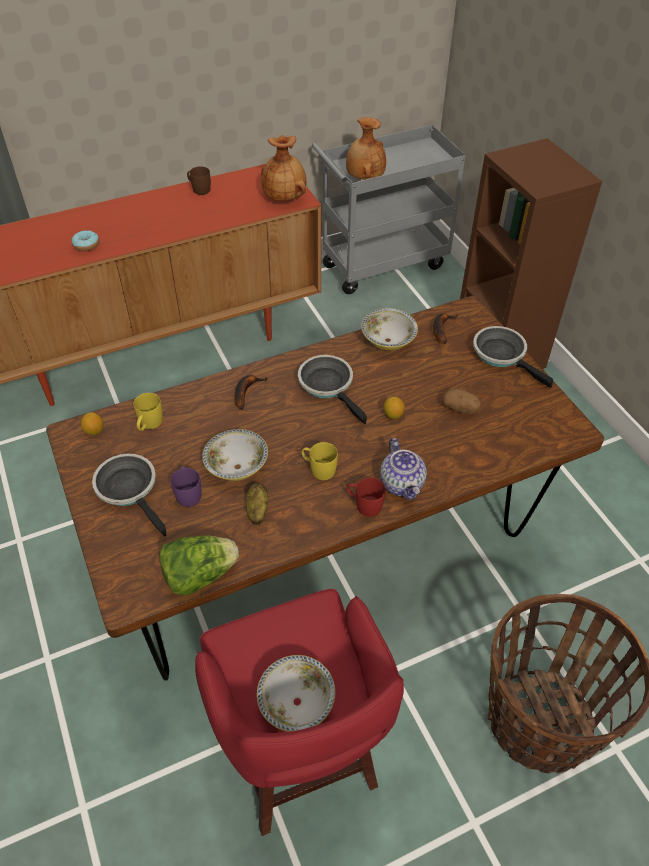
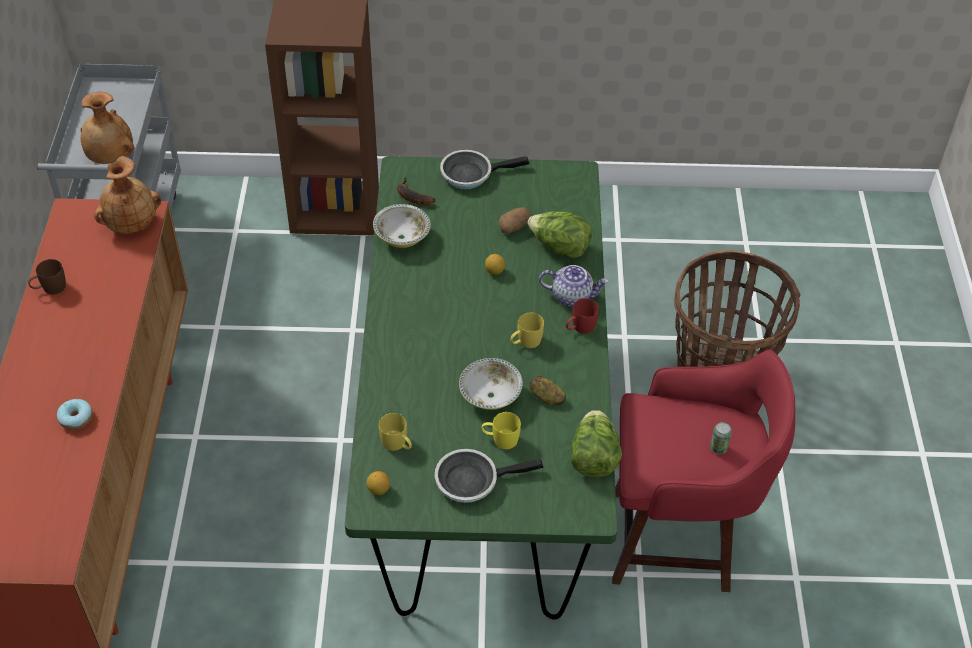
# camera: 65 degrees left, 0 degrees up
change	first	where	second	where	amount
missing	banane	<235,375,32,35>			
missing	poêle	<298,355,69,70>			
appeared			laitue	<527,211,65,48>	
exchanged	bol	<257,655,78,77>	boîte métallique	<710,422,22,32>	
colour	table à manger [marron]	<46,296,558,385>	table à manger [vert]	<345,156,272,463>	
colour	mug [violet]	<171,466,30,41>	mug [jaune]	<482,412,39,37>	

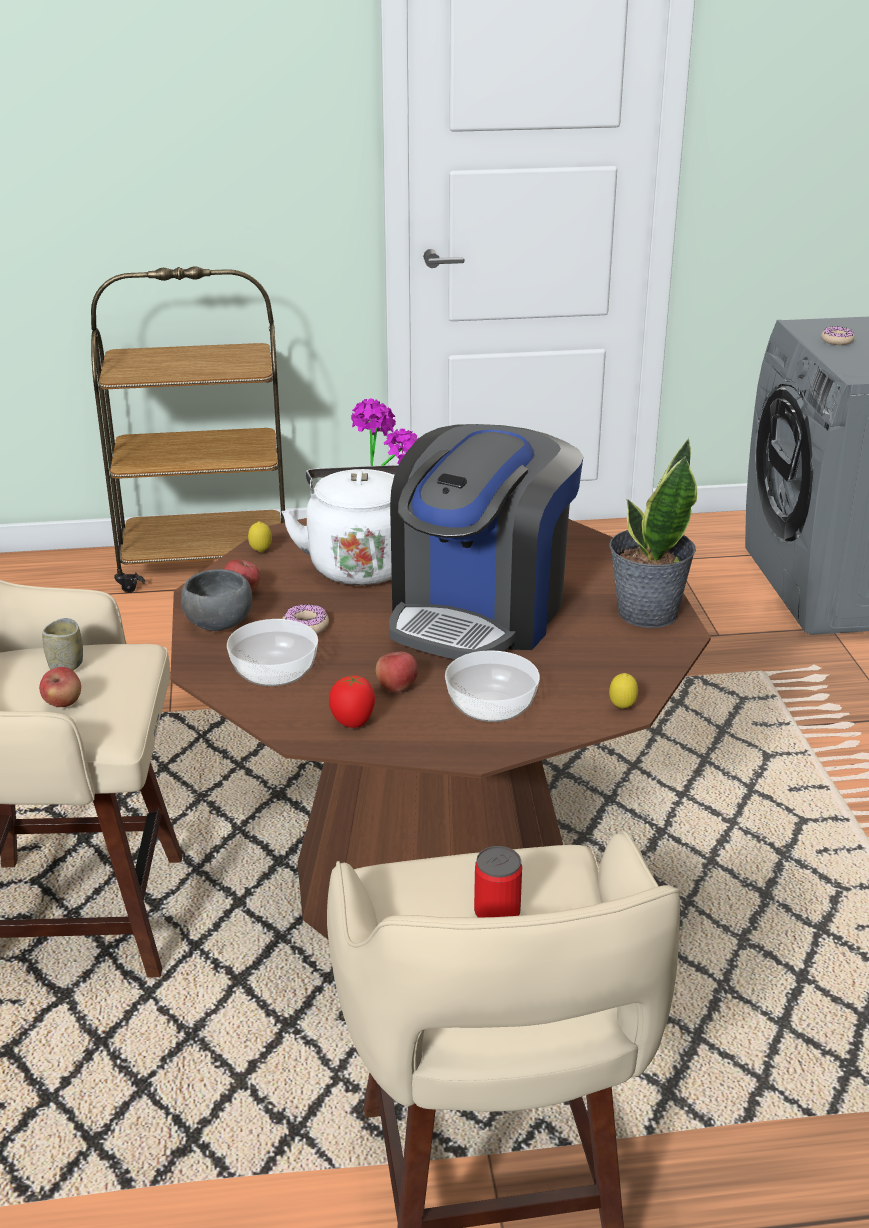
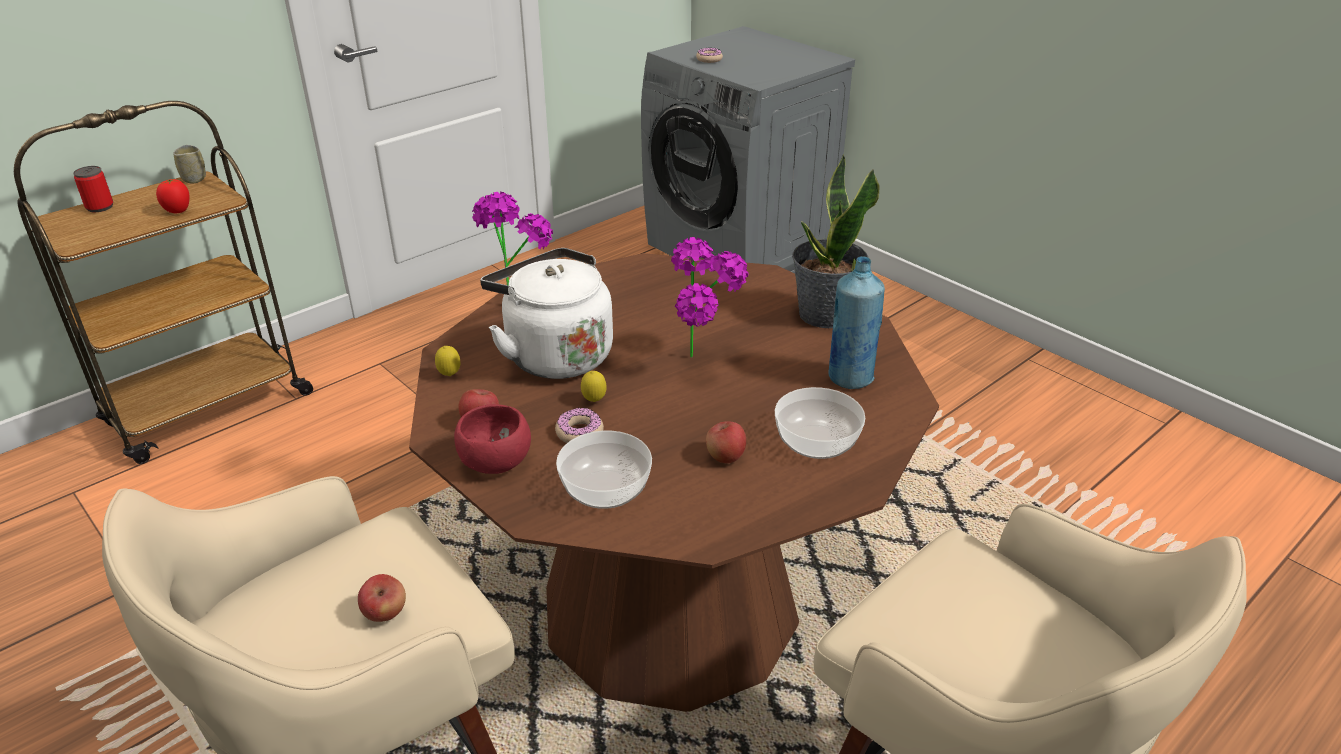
# camera: 35 degrees left, 5 degrees up
change	first	where	second	where	amount
appeared			bouteille [bleu]	<828,256,57,133>	
relocated	tasse	<42,618,41,52>		<174,145,32,39>	
relocated	tomate	<329,675,46,53>		<156,179,34,34>	
relocated	boîte métallique	<474,846,48,71>		<73,166,40,46>	
relocated	citron	<609,673,29,36>		<581,371,25,31>	
exchanged	machine à café	<389,424,194,235>	plante en pot	<671,237,78,121>	
colour	bol [gris]	<181,569,71,62>	bol [rouge]	<454,404,77,70>	

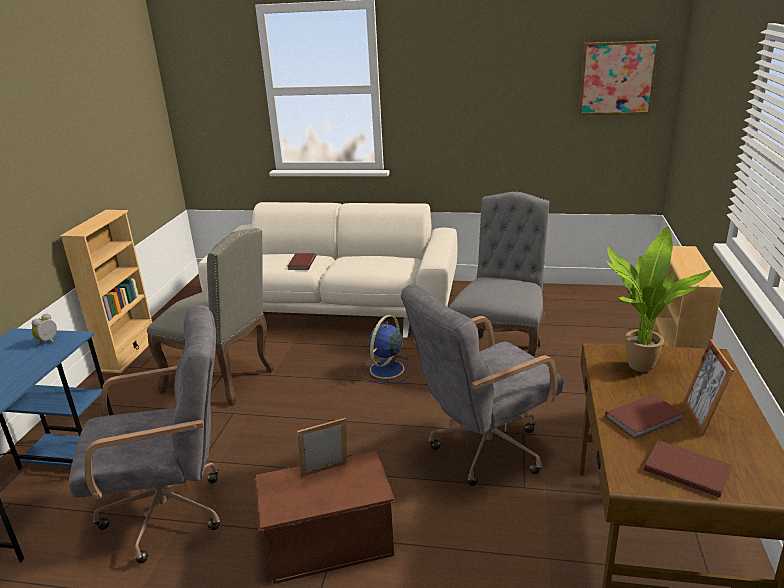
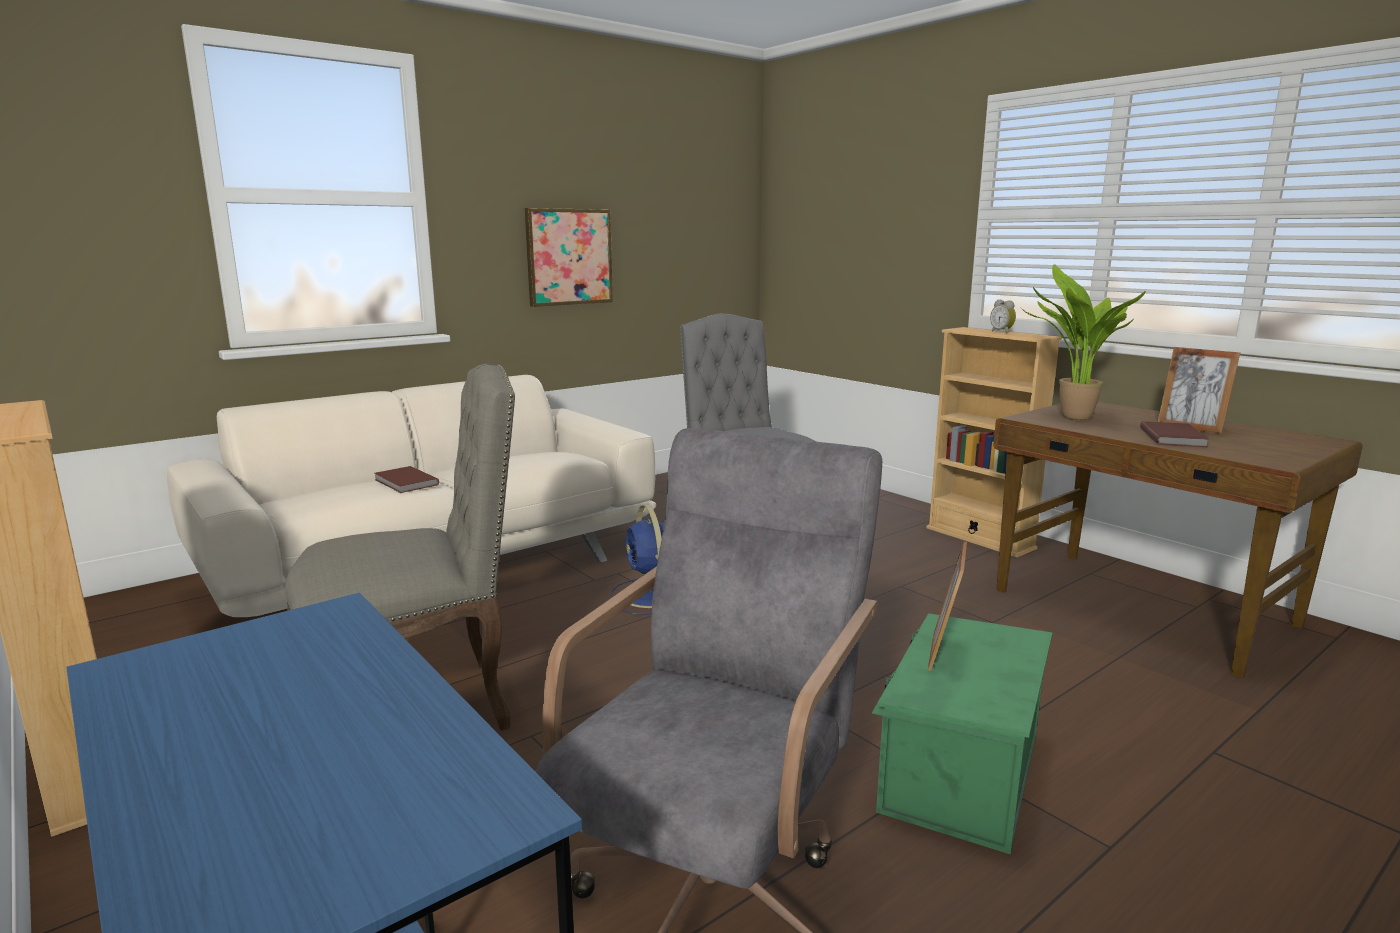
# camera: 50 degrees left, 10 degrees down
change	first	where	second	where	amount
missing	chaise de bureau [gris]	<401,284,163,202>			
missing	livre [marron]	<644,440,88,58>			
relocated	réveil	<31,313,26,33>		<990,299,26,35>	
relocated	tableau	<579,40,80,75>		<525,208,88,99>	
colour	boîte de rangement [marron]	<254,451,142,133>	boîte de rangement [vert]	<872,613,180,241>	

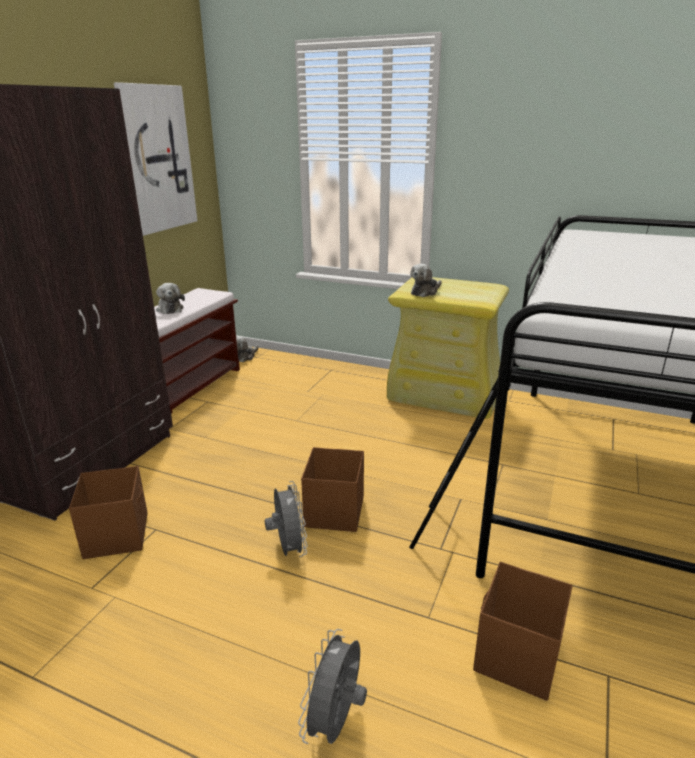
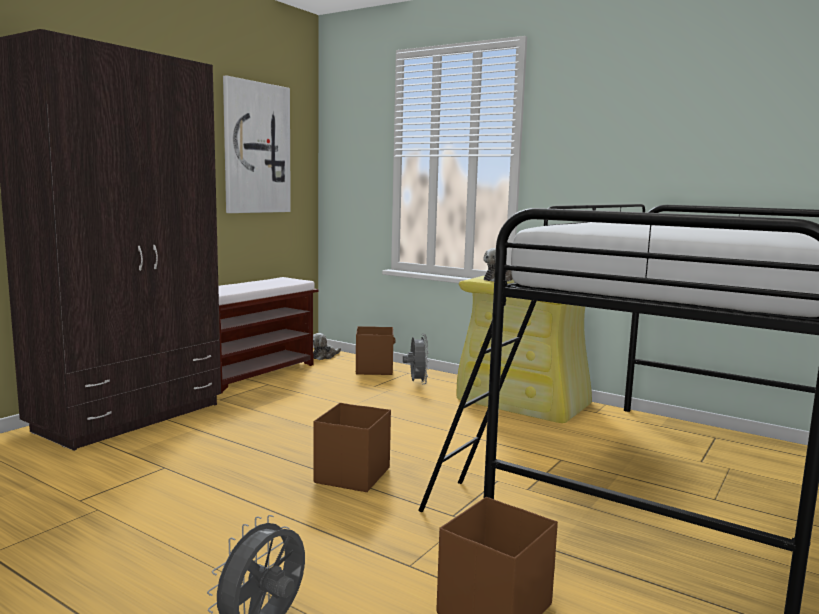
# camera: 10 degrees right, 15 degrees down
change	first	where	second	where	amount
missing	peluche	<156,283,29,31>			
relocated	boîte de rangement [marron]	<69,466,79,93>		<356,326,39,49>	
relocated	ventilateur [gris]	<265,481,43,76>		<403,334,26,50>	

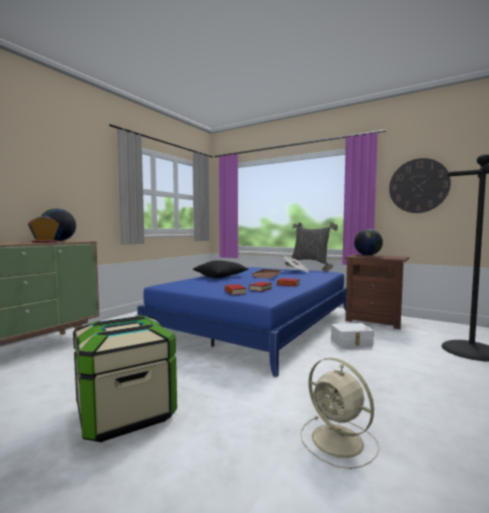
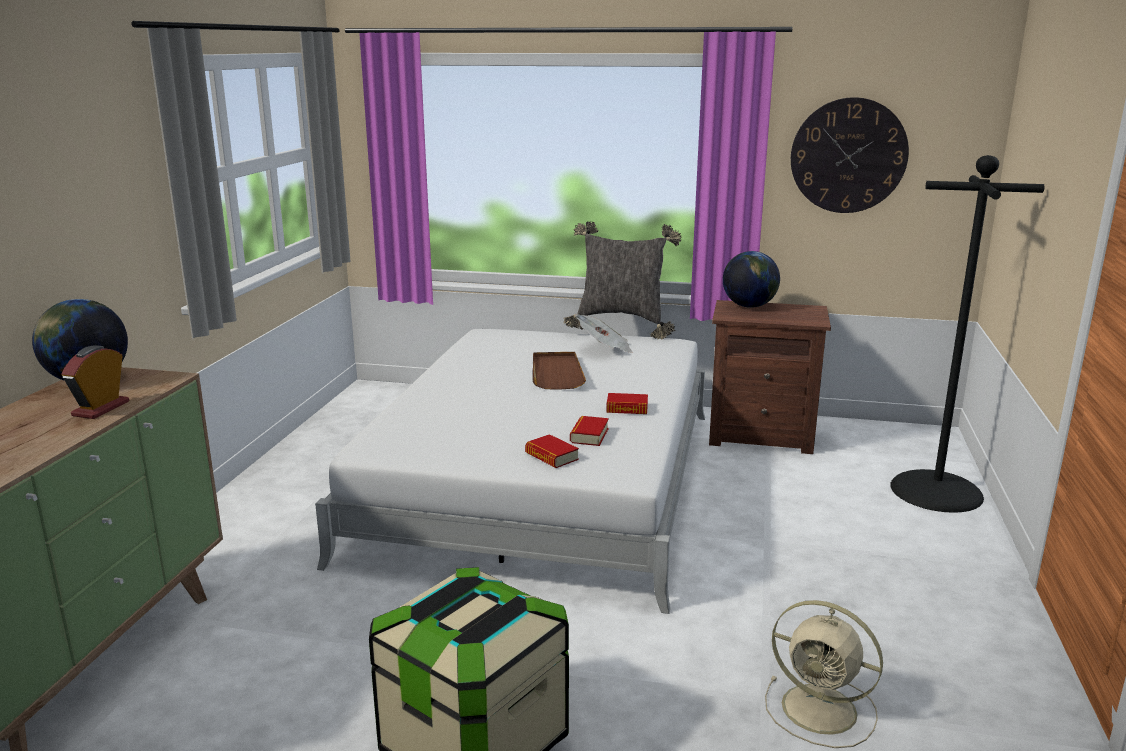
# camera: 20 degrees left, 15 degrees up
change	first	where	second	where	amount
missing	coussin [noir]	<193,260,55,18>			
missing	boîte de rangement [blanc]	<331,323,43,25>			
colour	lit [bleu]	<137,267,209,110>	lit [blanc]	<315,329,390,285>	

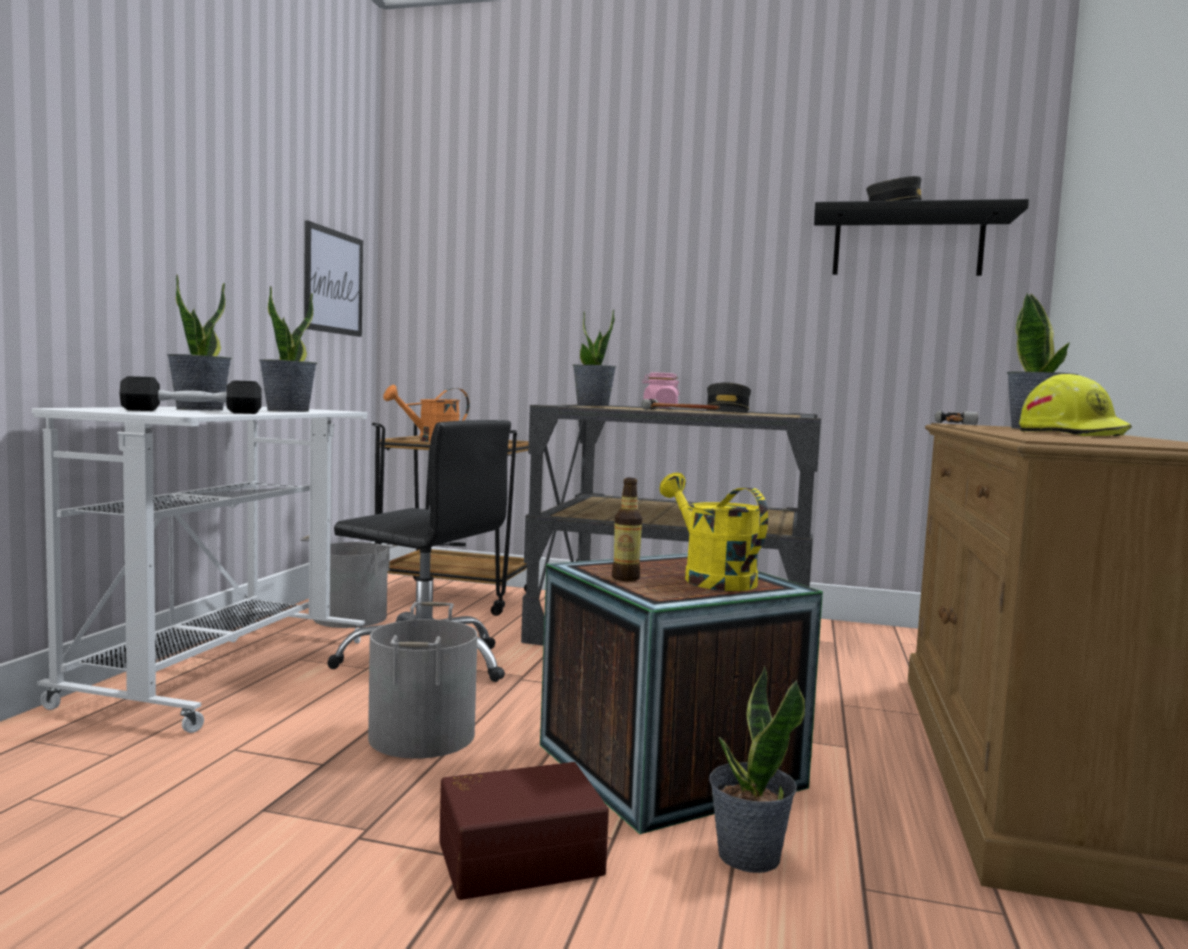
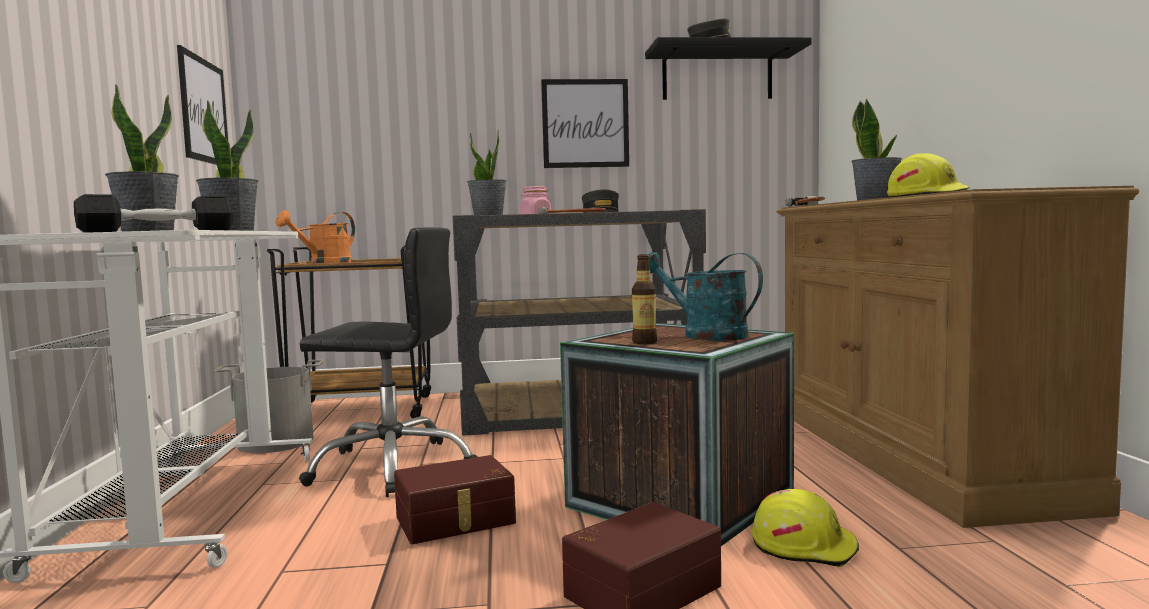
# camera: 20 degrees left, 0 degrees up
change	first	where	second	where	amount
appeared			tableau	<541,79,88,89>	
exchanged	seau [gris]	<368,602,109,157>	boîte de rangement [marron]	<394,455,122,89>	
exchanged	plante en pot	<709,665,96,208>	casque de chantier [jaune]	<752,489,107,78>	
colour	arrosoir [jaune]	<660,473,108,118>	arrosoir [turquoise]	<648,252,115,89>	

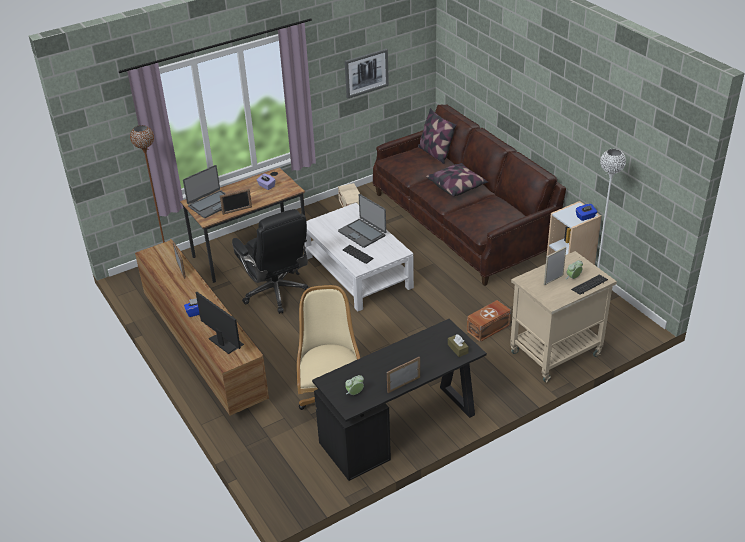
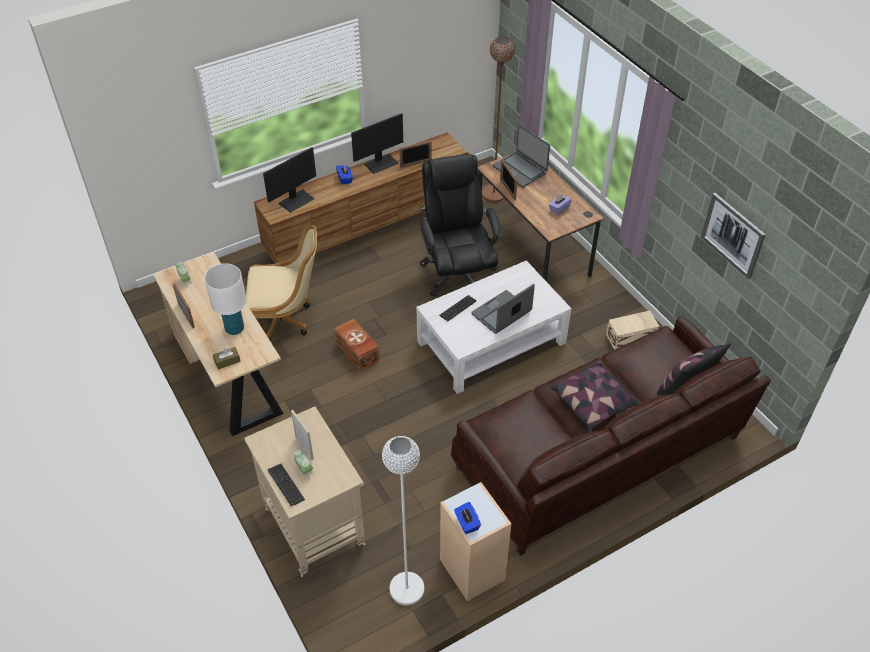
# camera: 90 degrees right, 10 degrees up
change	first	where	second	where	amount
appeared			lampe de table [blanc]	<204,264,43,71>	
appeared			écran d'ordinateur	<351,113,52,61>	
relocated	boîte de rangement [marron]	<467,300,44,42>		<335,319,44,52>	
colour	bureau [noir]	<312,319,175,162>	bureau [beige]	<153,252,131,184>	
spun	chaise de bureau [noir]	<232,209,78,105>		<419,154,82,143>	105 degrees clockwise

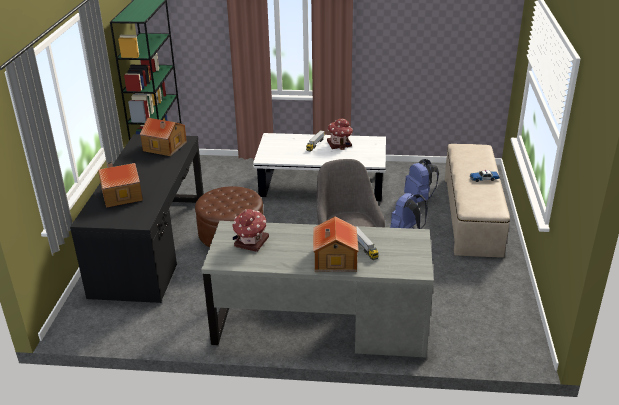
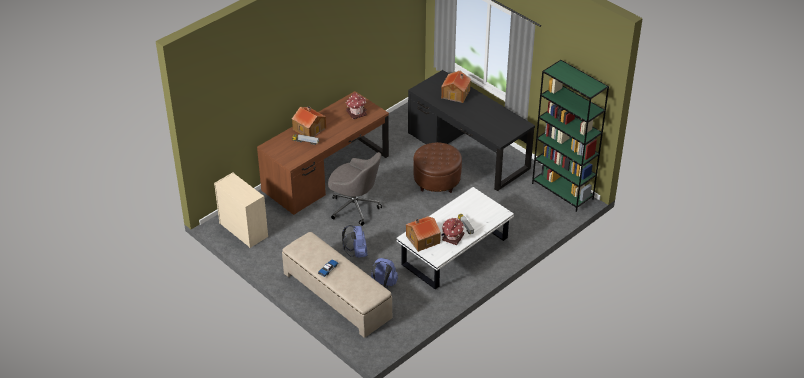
# camera: 130 degrees right, 10 degrees up
change	first	where	second	where	amount
appeared			commode [beige]	<214,172,54,76>	
relocated	maison miniature	<140,118,47,38>		<406,216,35,36>	
colour	bureau [gris]	<201,221,233,137>	bureau [marron]	<257,91,132,124>	

